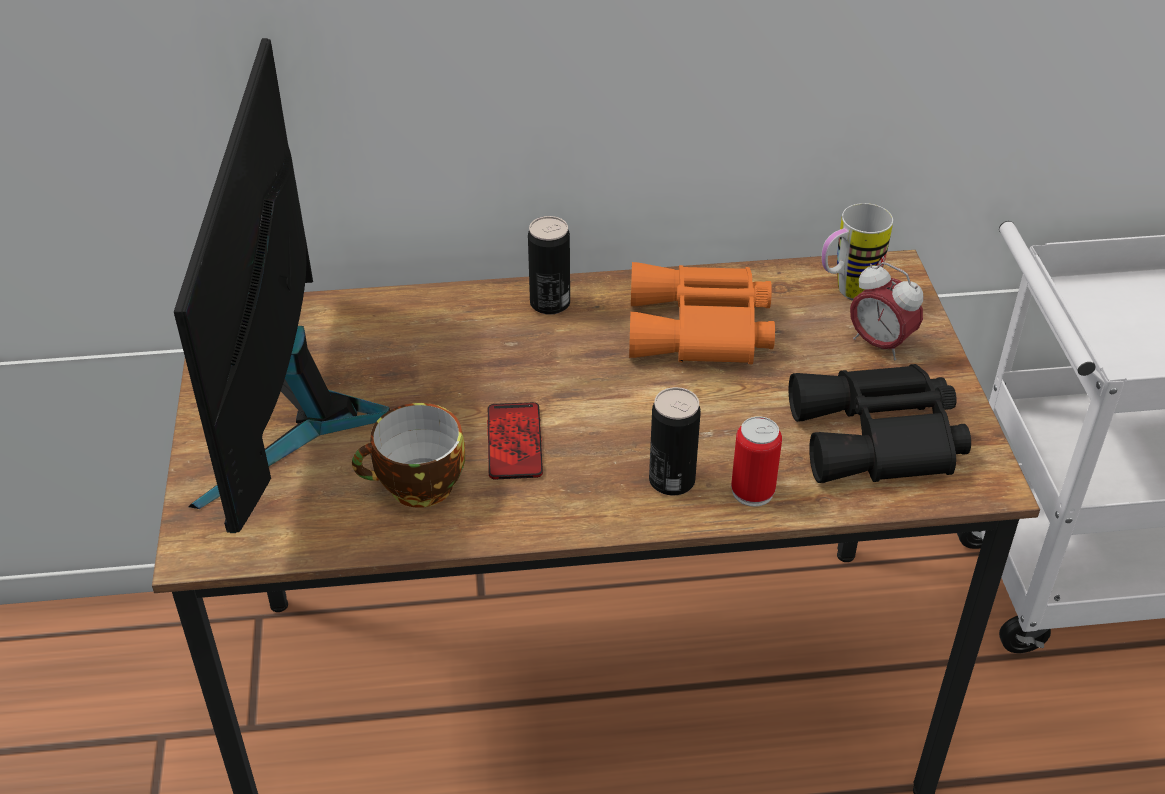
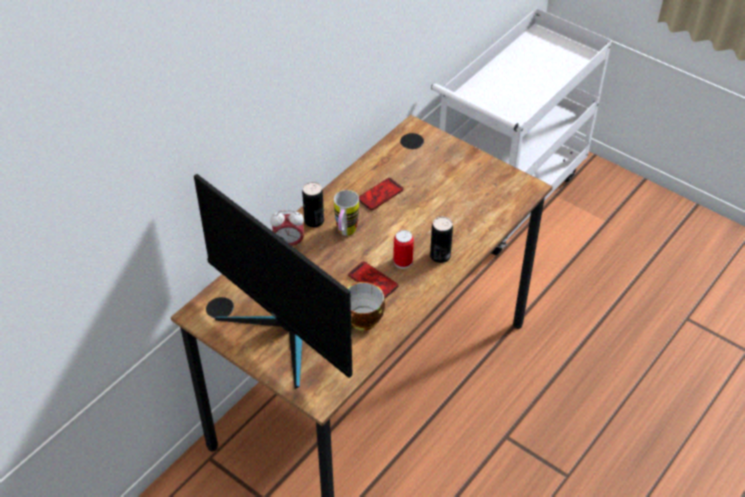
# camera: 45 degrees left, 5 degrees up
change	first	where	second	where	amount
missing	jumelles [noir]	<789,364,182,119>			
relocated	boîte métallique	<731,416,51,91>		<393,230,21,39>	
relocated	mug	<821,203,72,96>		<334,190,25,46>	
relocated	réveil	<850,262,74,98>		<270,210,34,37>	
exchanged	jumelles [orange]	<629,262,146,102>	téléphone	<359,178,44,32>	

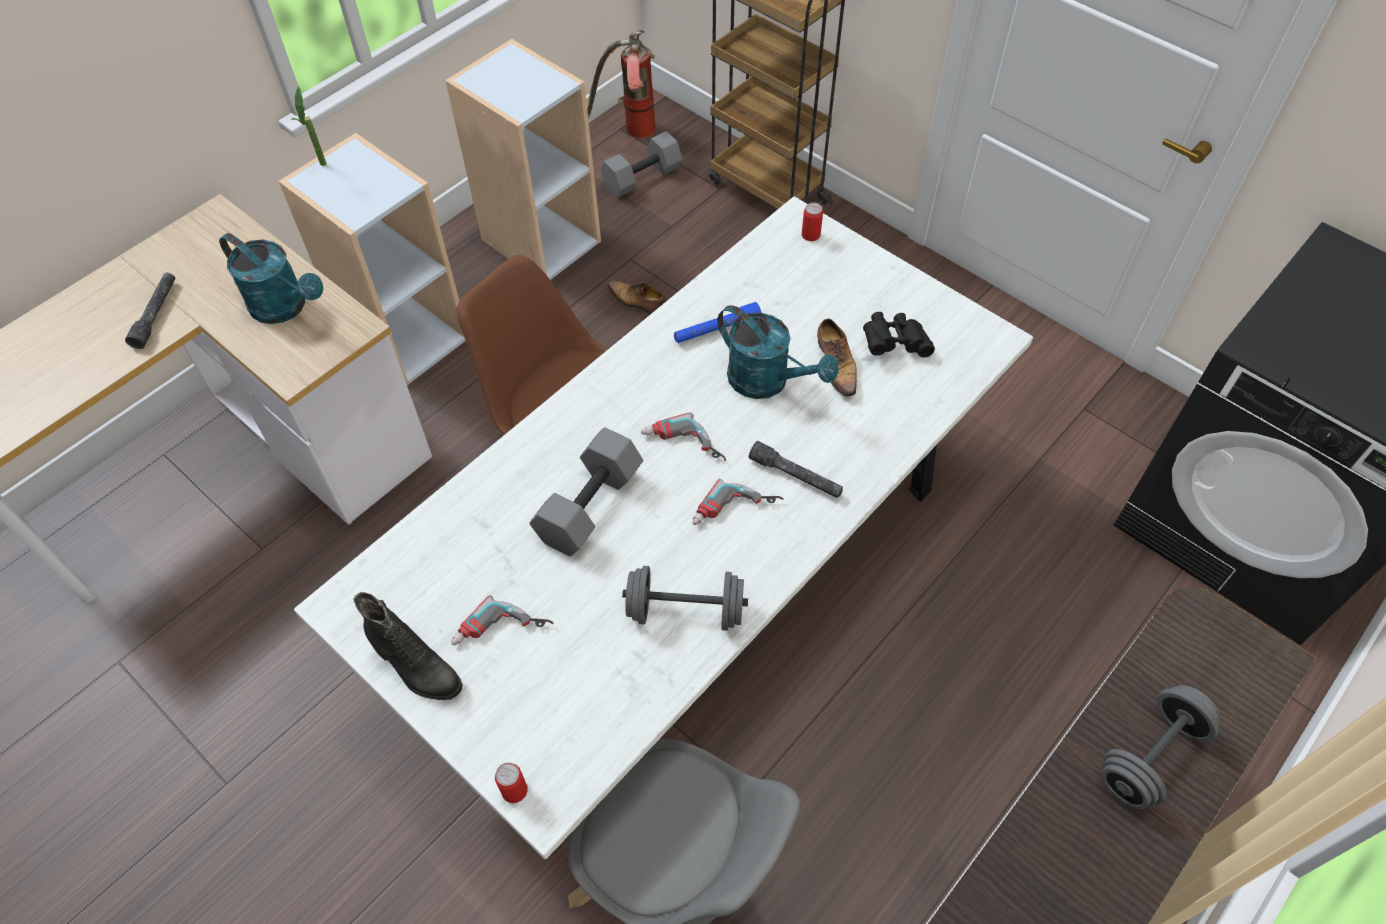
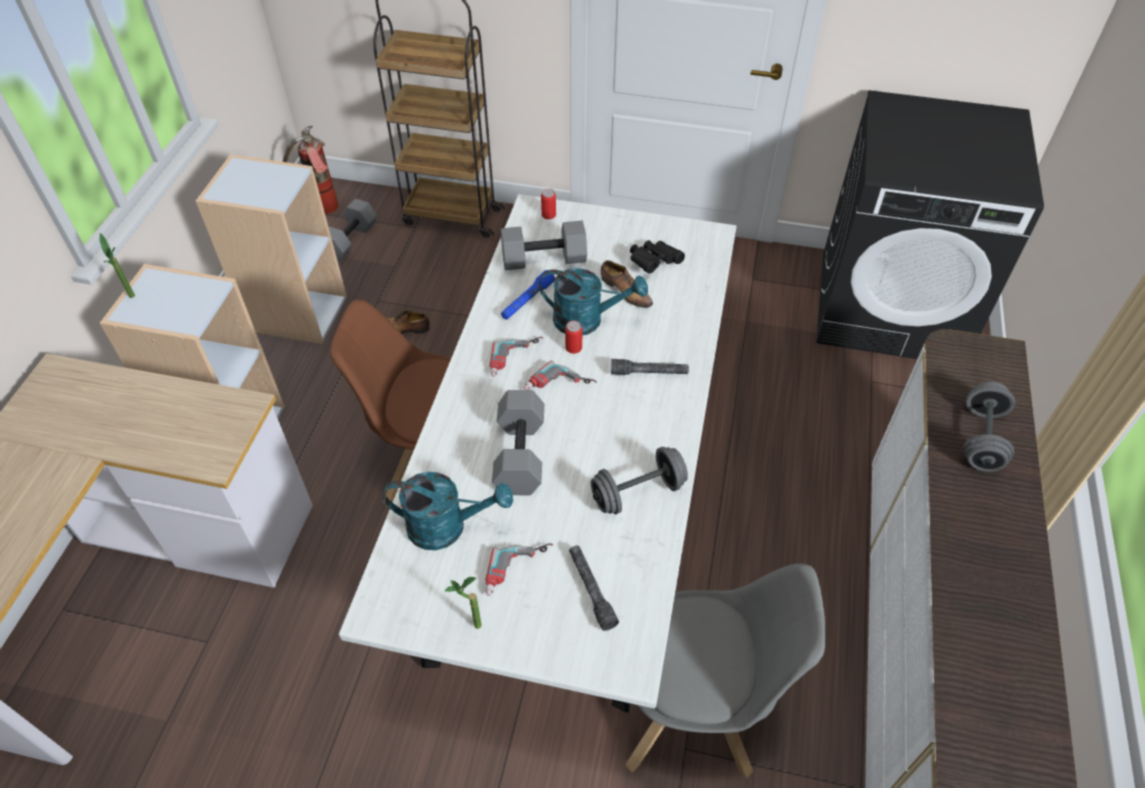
# camera: 30 degrees left, 5 degrees down
change	first	where	second	where	amount
appeared			haltère [gris]	<501,221,86,49>	
relocated	lampe de poche [gris]	<125,273,50,76>		<569,546,50,85>	
relocated	arrosoir [turquoise]	<219,233,104,91>		<382,472,131,78>	
relocated	boîte métallique	<495,763,33,40>		<565,321,17,33>	
relocated	perceuse	<693,479,90,46>		<490,337,54,40>	
exchanged	botte [noir]	<353,592,109,108>	plante en pot	<445,577,37,52>	

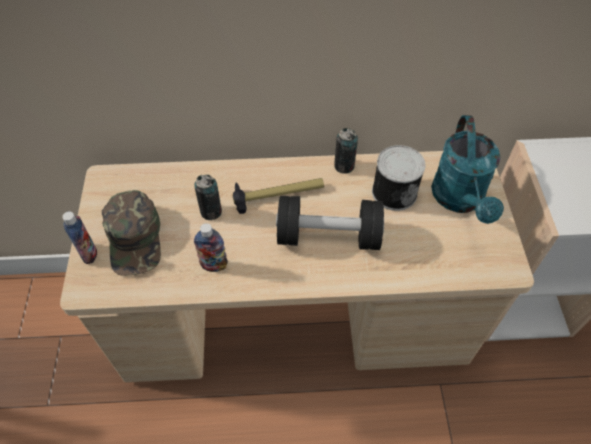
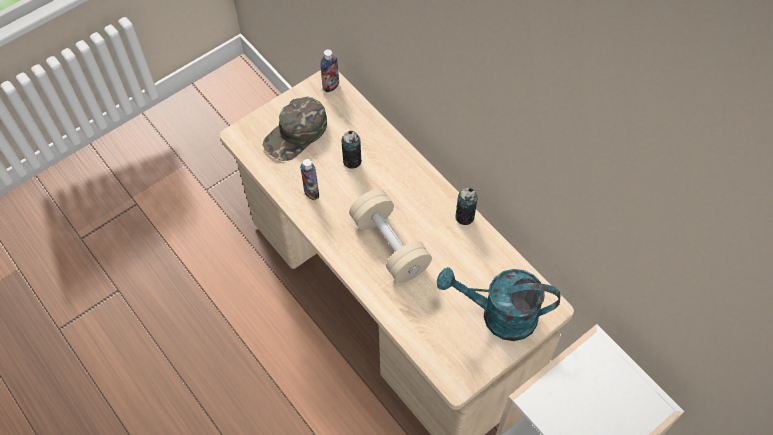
# camera: 55 degrees right, 5 degrees up
change	first	where	second	where	amount
missing	marteau	<233,178,91,36>			
missing	boîte métallique	<372,145,53,66>			
relocated	bouteille	<62,211,35,53>		<320,49,19,43>	
colour	haltère [noir]	<276,196,108,54>	haltère [beige]	<349,189,83,94>	
spun	arrosoir [turquoise]	<431,115,73,109>		<437,267,123,74>	45 degrees clockwise

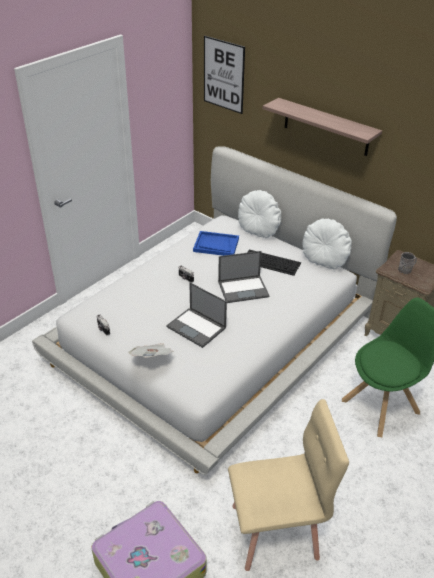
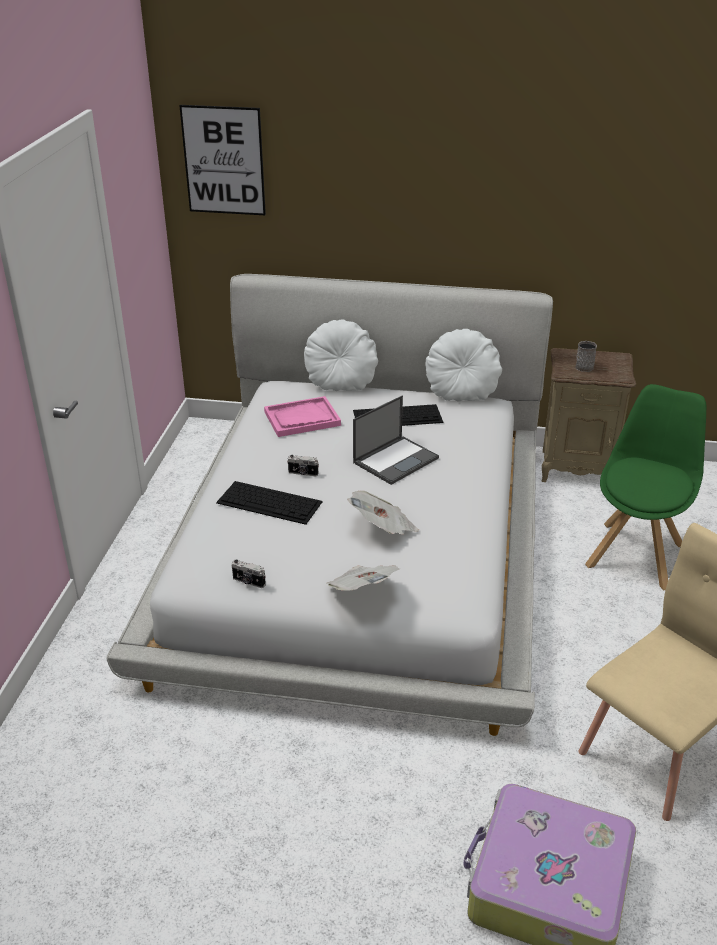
# camera: 30 degrees left, 5 degrees down
change	first	where	second	where	amount
missing	étagère	<262,98,120,58>			
appeared			clavier	<216,481,107,44>	
exchanged	ordinateur portable	<166,283,61,65>	journal	<347,491,72,44>	
colour	plateau [bleu]	<193,231,46,25>	plateau [rose]	<264,396,77,41>	

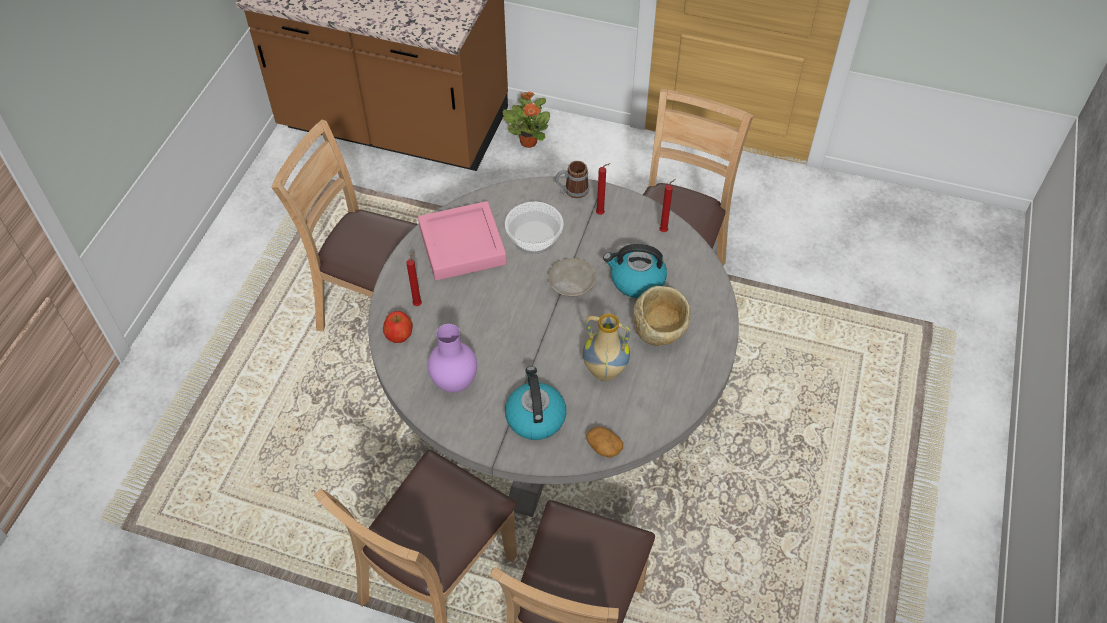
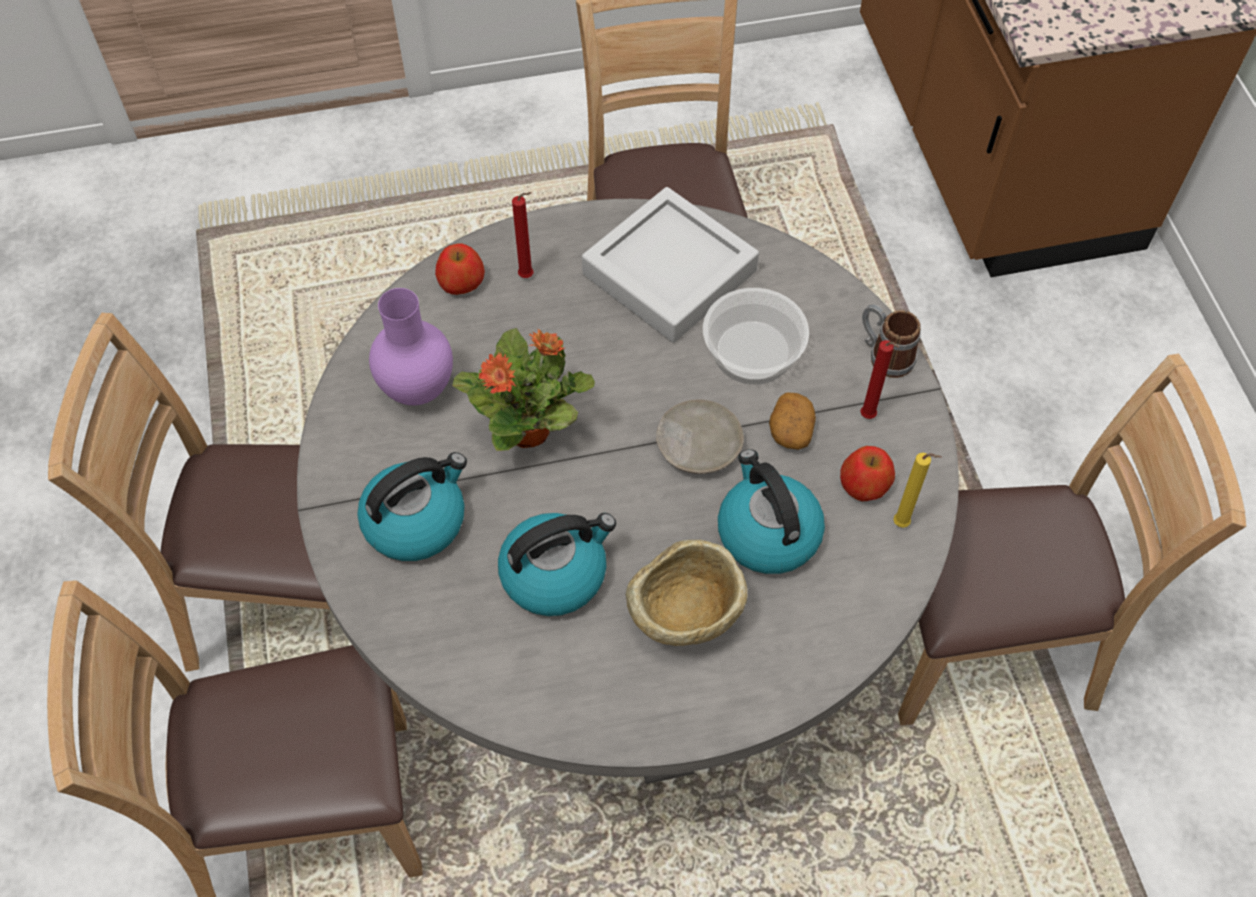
# camera: 60 degrees right, 5 degrees up
change	first	where	second	where	amount
appeared			pomme	<840,446,55,55>	
relocated	plante en pot	<503,92,47,56>		<453,328,142,123>	
relocated	pomme de terre	<586,426,37,32>		<769,393,47,57>	
exchanged	vase	<583,313,48,68>	bouilloire	<498,513,118,103>	
colour	plateau [rose]	<418,201,89,80>	plateau [gris]	<582,187,177,156>	
colour	bougie [rouge]	<659,179,17,53>	bougie [jaune]	<893,453,48,75>	

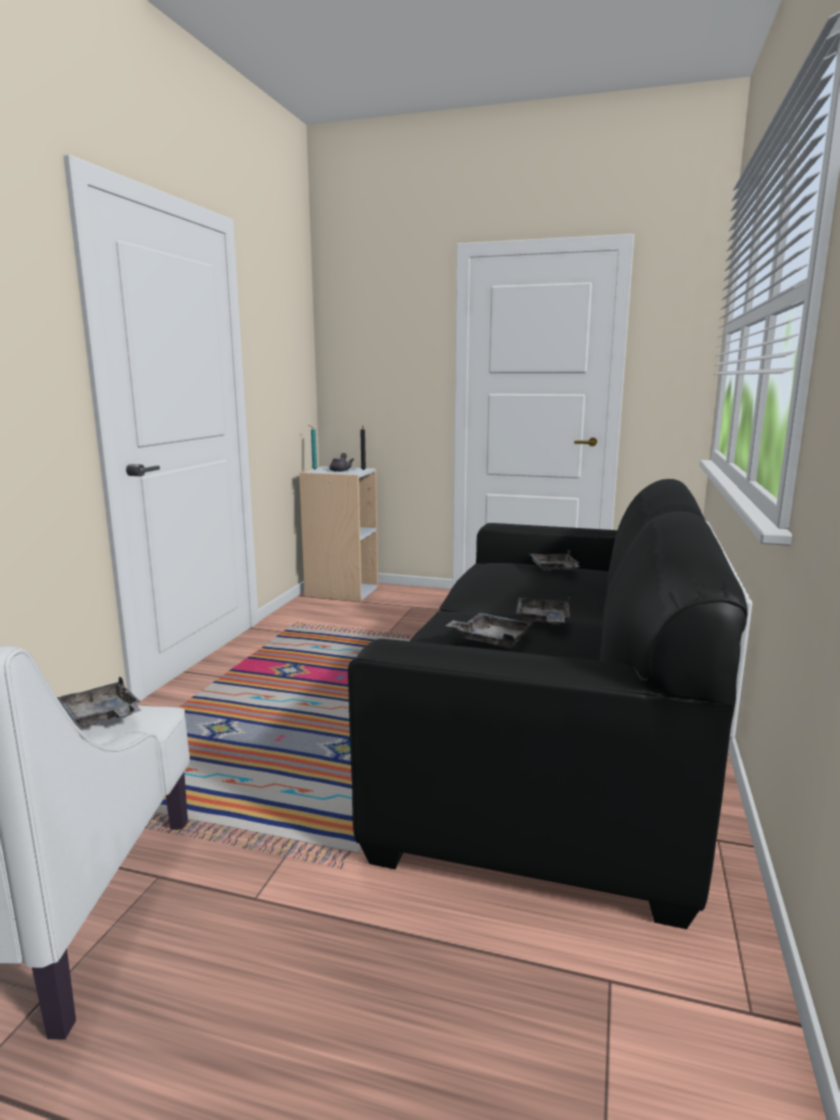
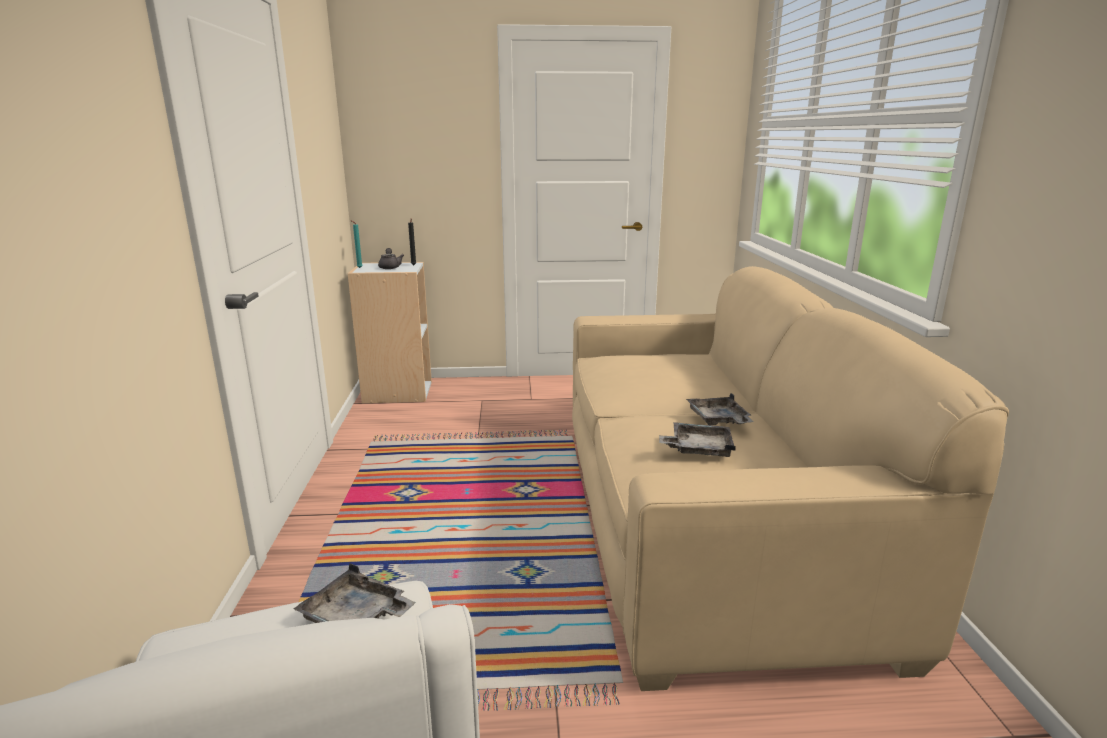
# camera: 20 degrees left, 5 degrees up
change	first	where	second	where	amount
missing	plateau [gris]	<530,550,50,21>			
colour	canapé [noir]	<348,479,400,450>	canapé [beige]	<572,266,437,425>	

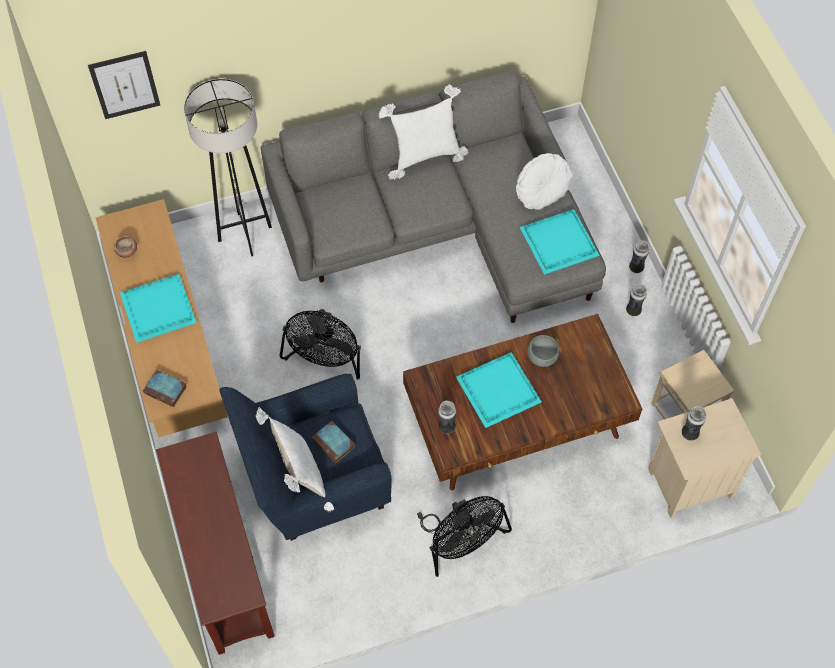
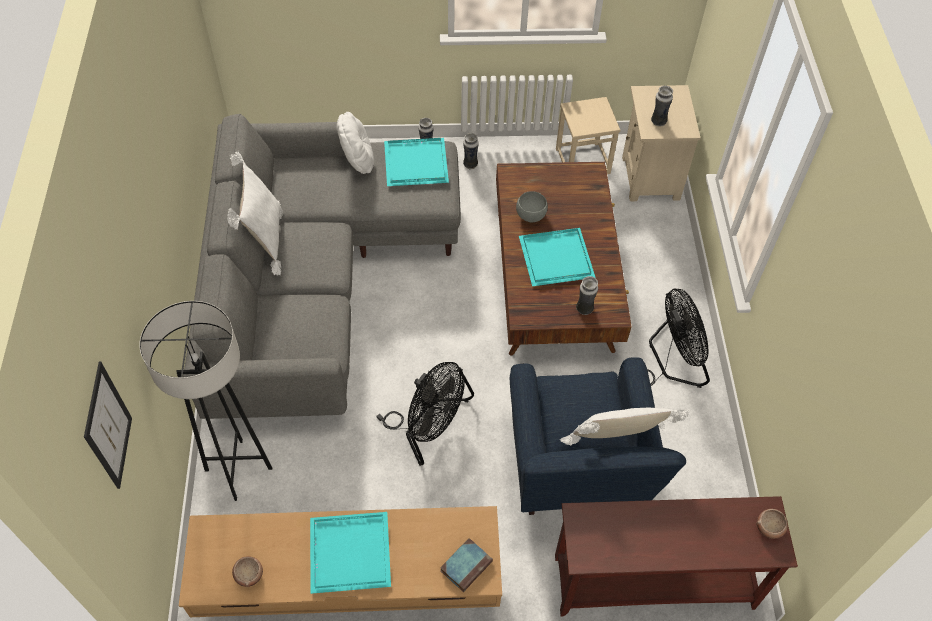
# camera: 75 degrees left, 5 degrees down
change	first	where	second	where	amount
missing	livre	<312,421,43,43>			
appeared			bol	<756,509,32,30>	

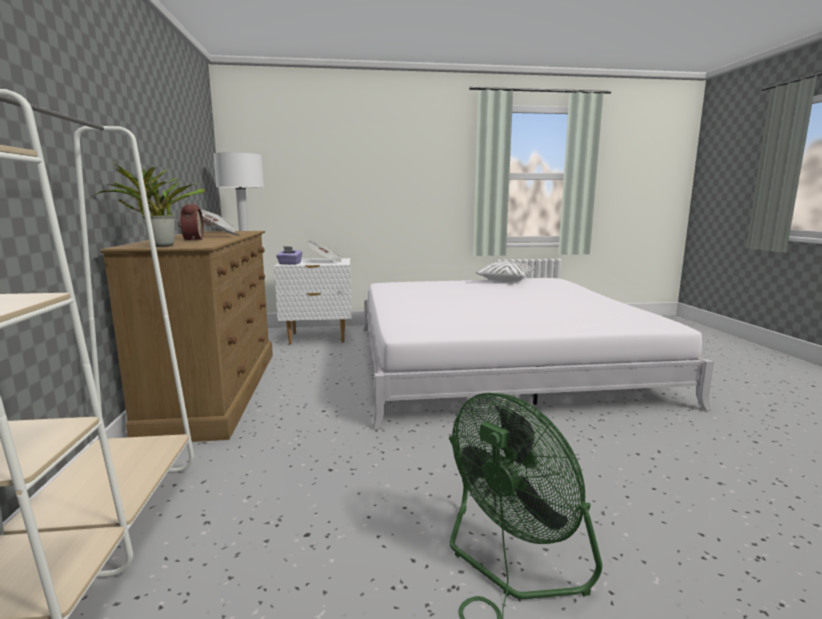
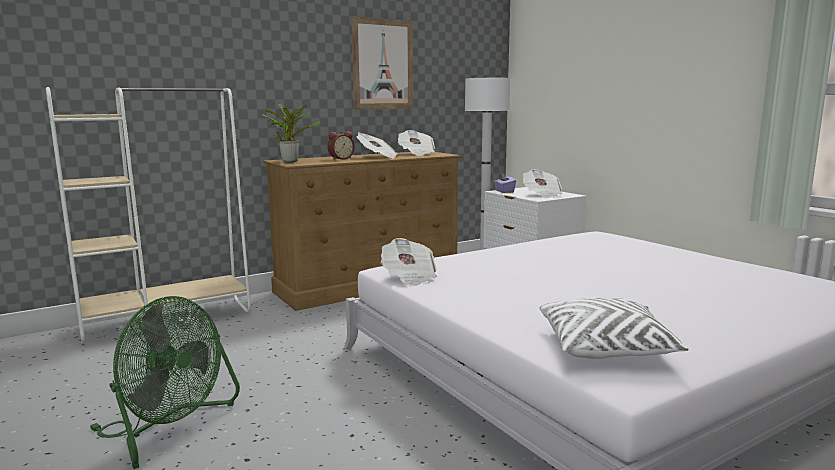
# camera: 65 degrees right, 0 degrees up
change	first	where	second	where	amount
appeared			tableau	<351,17,62,93>	
appeared			journal	<381,238,56,49>	
relocated	coussin [blanc]	<476,261,59,21>		<539,297,150,62>	

